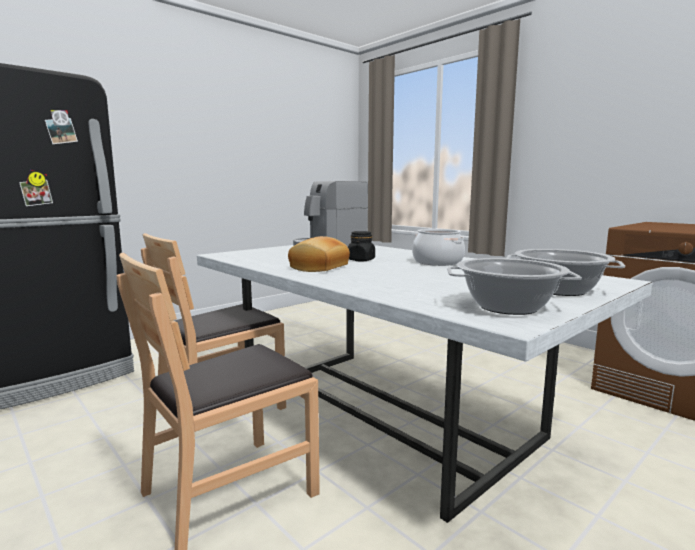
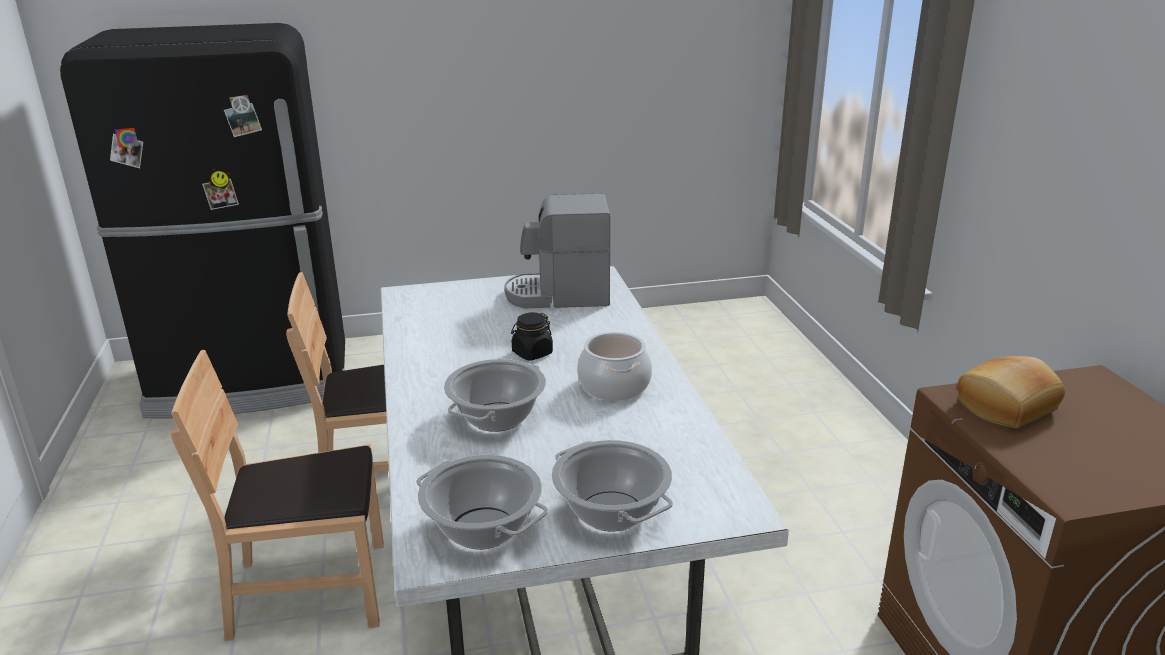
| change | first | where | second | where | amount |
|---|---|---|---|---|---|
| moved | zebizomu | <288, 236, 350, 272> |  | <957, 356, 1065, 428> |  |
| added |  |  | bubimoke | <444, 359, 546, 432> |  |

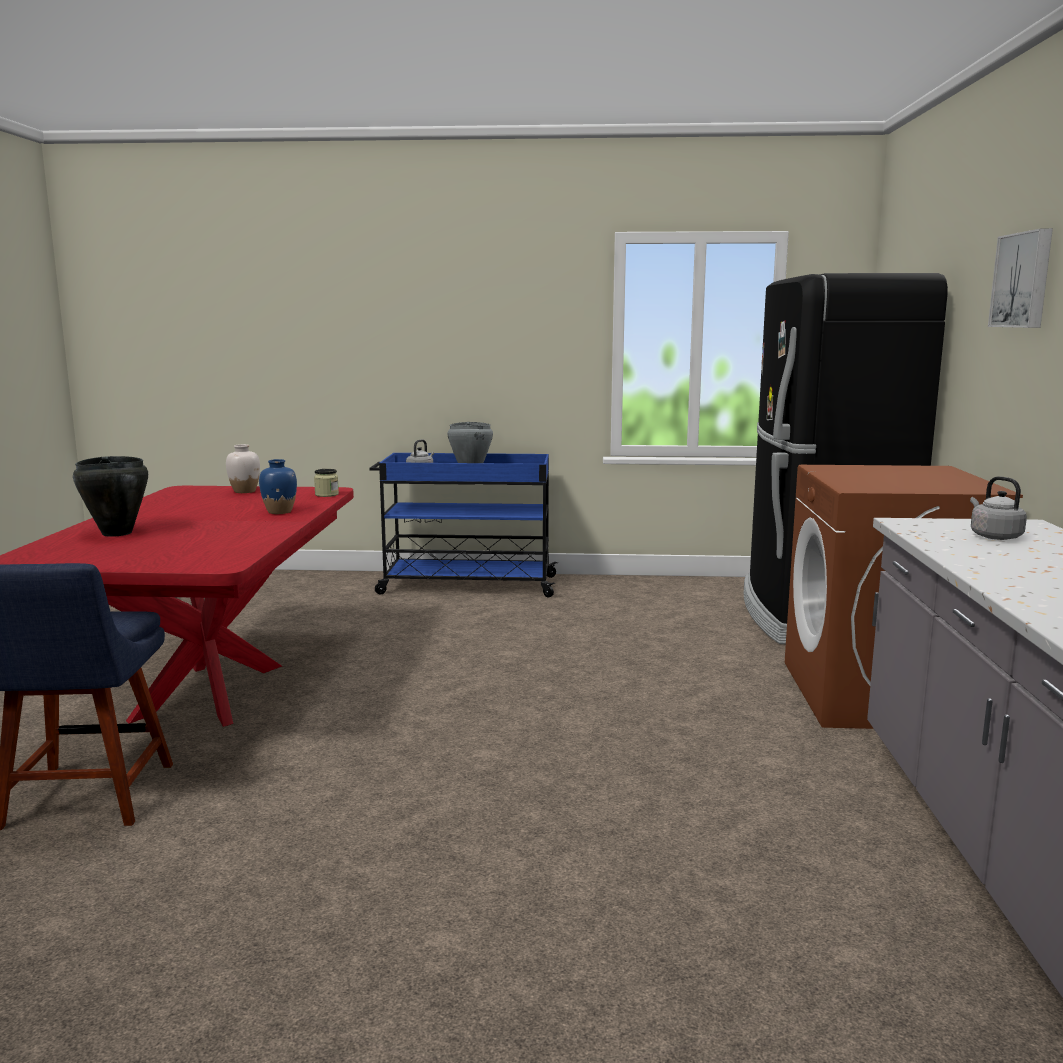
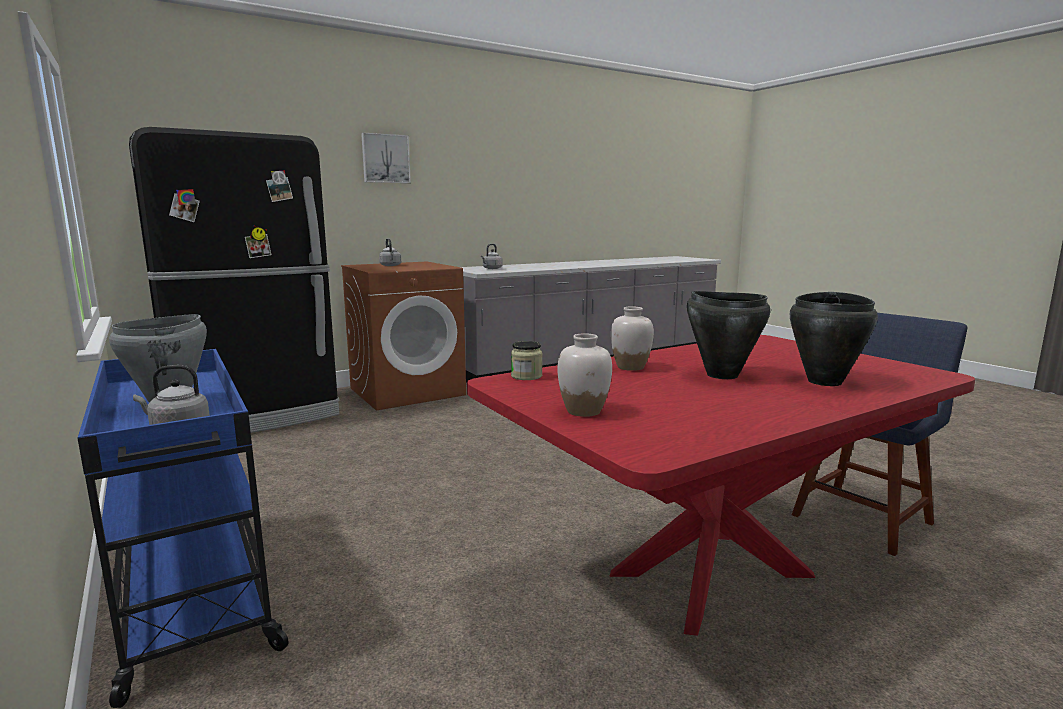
| change | first | where | second | where | amount |
|---|---|---|---|---|---|
| recoloured | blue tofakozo | <259, 459, 297, 514> | white tofakozo | <611, 306, 654, 371> |  |
| added |  |  | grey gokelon | <379, 238, 402, 266> |  |
| added |  |  | black bubimoke | <687, 291, 770, 379> |  |

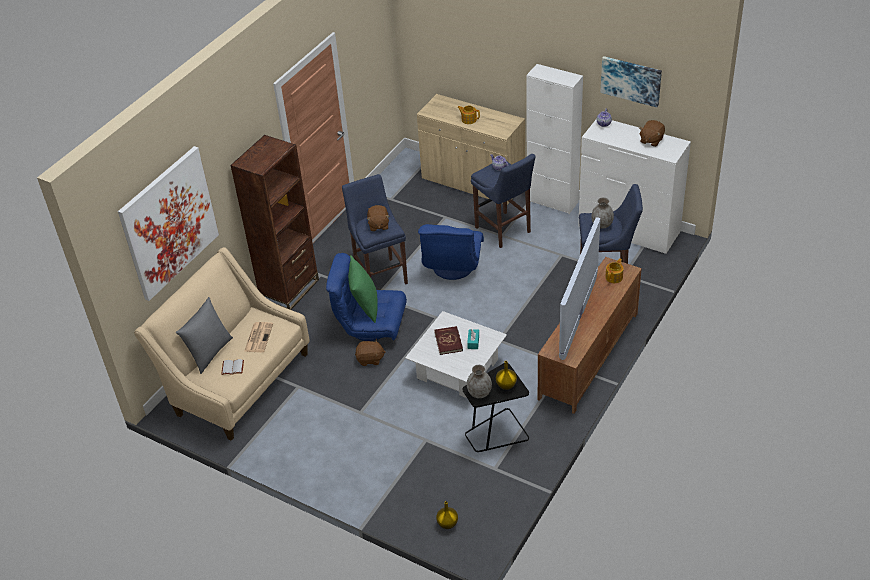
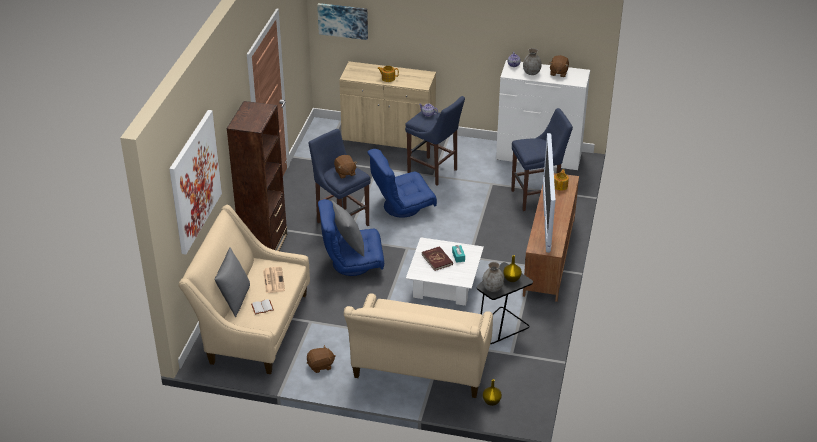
| change | first | where | second | where | amount |
|---|---|---|---|---|---|
| recoloured | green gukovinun | <348, 255, 378, 323> | grey gukovinun | <331, 200, 364, 257> |  |
| moved | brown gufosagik | <355, 339, 386, 366> |  | <307, 345, 336, 373> |  |
| turned | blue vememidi | <418, 224, 484, 280> |  | <367, 149, 437, 218> | 75 degrees clockwise |
| removed | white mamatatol | <526, 64, 583, 214> |  |  |  |
| moved | grey tofakozo | <591, 197, 614, 229> |  | <523, 48, 542, 75> |  |
| moved | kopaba | <601, 56, 662, 107> |  | <317, 3, 368, 40> |  |
| added |  |  | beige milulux | <344, 293, 493, 398> |  |

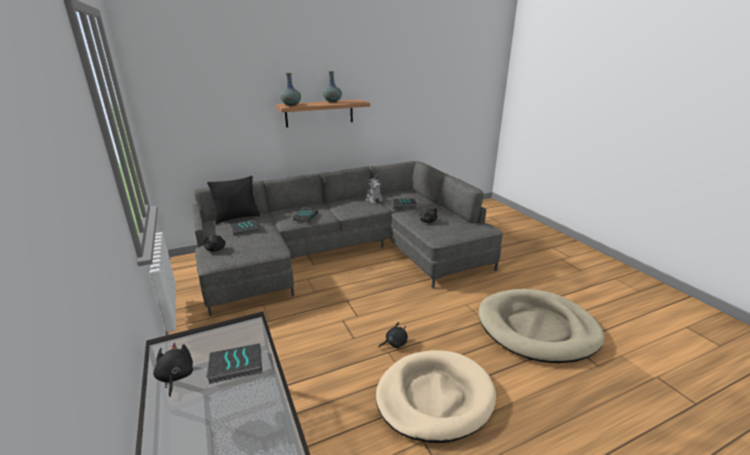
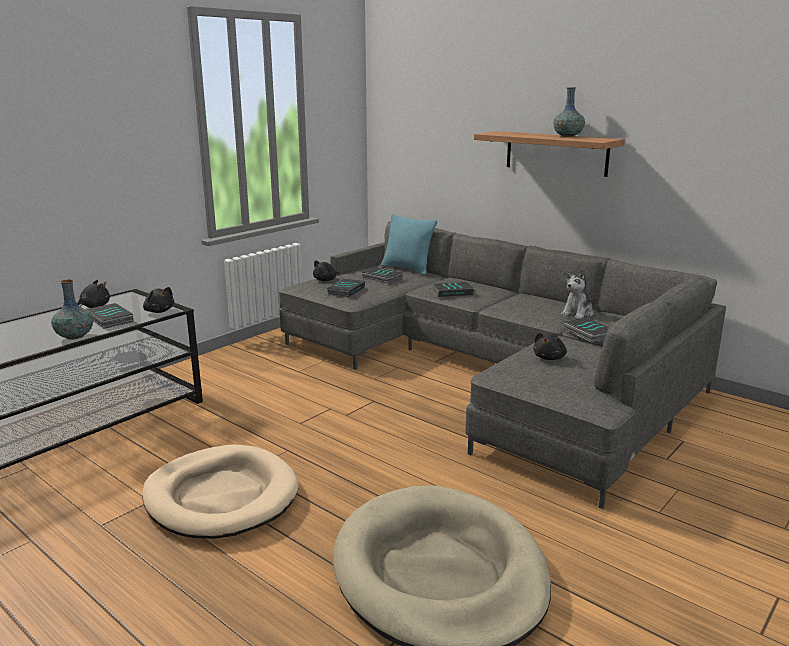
| change | first | where | second | where | amount |
|---|---|---|---|---|---|
| recoloured | black gukovinun | <207, 176, 260, 224> | turquoise gukovinun | <381, 214, 437, 275> |  |
| moved | tofakozo | <281, 73, 301, 106> |  | <51, 280, 93, 340> |  |
| moved | black gufosagik | <379, 322, 408, 348> |  | <143, 287, 174, 313> |  |
| added |  |  | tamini | <327, 278, 365, 298> |  |

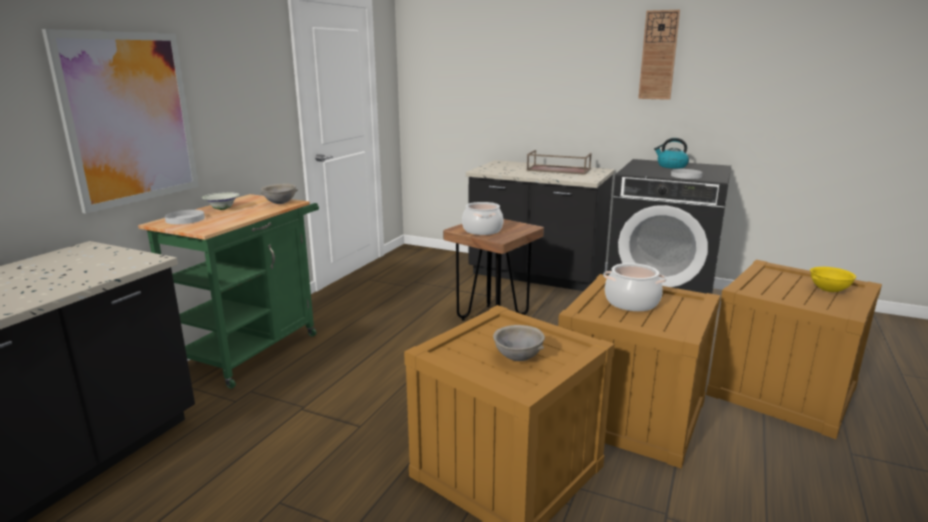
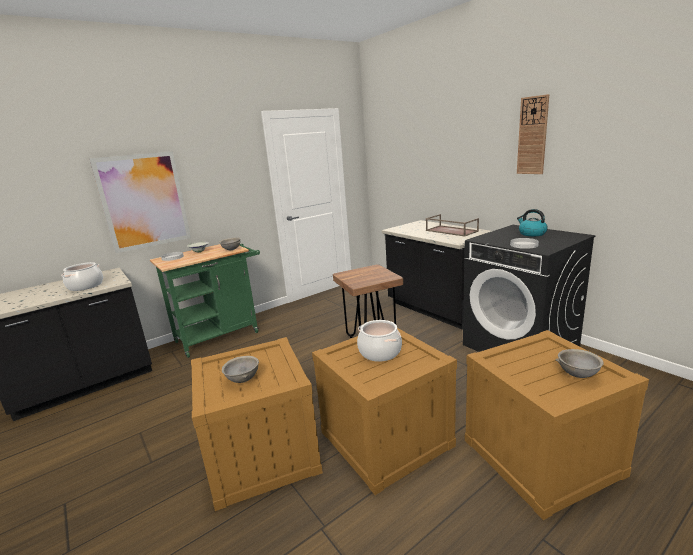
| change | first | where | second | where | amount |
|---|---|---|---|---|---|
| moved | bubimoke | <462, 202, 503, 235> |  | <61, 262, 103, 291> |  |
| recoloured | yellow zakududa | <810, 267, 856, 292> | grey zakududa | <556, 349, 604, 378> |  |

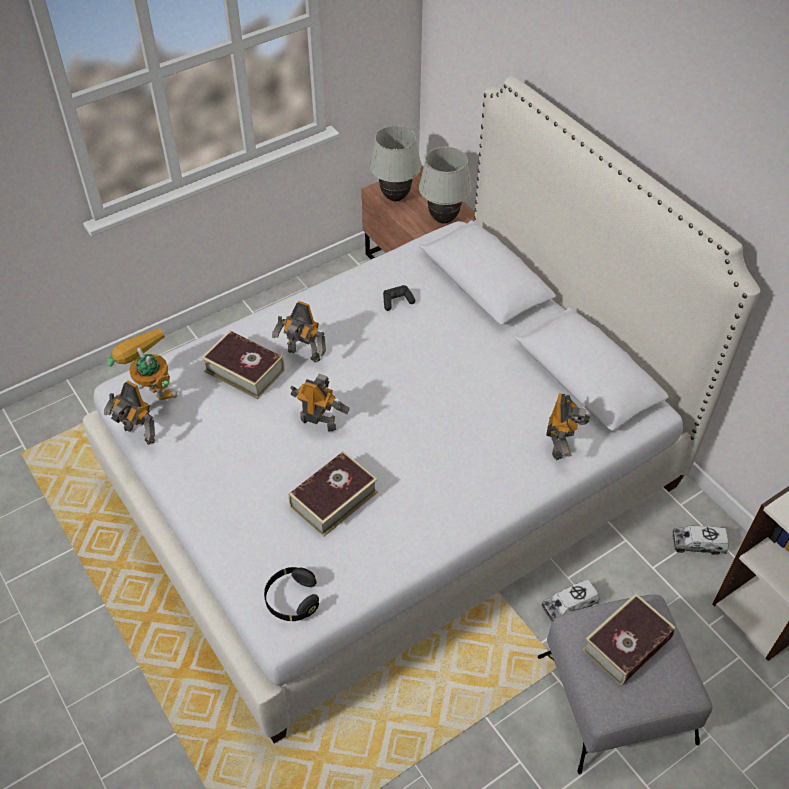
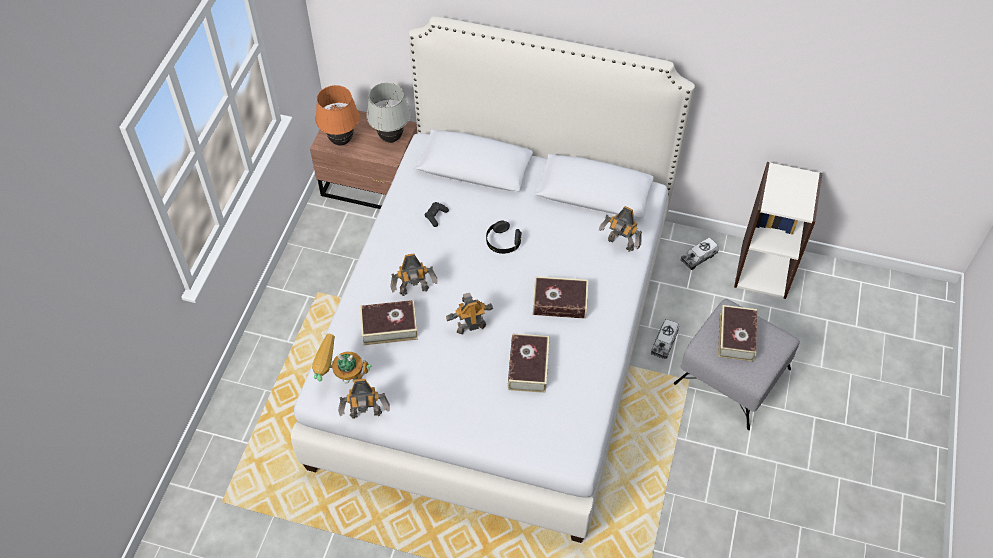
| change | first | where | second | where | amount |
|---|---|---|---|---|---|
| moved | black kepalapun | <264, 567, 319, 621> |  | <486, 220, 521, 254> |  |
| recoloured | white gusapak | <370, 125, 421, 202> | orange gusapak | <315, 85, 360, 146> |  |
| turned | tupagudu | <546, 394, 590, 460> |  | <599, 206, 642, 252> | 150 degrees clockwise |
| added |  |  | tamini | <533, 276, 588, 319> |  |

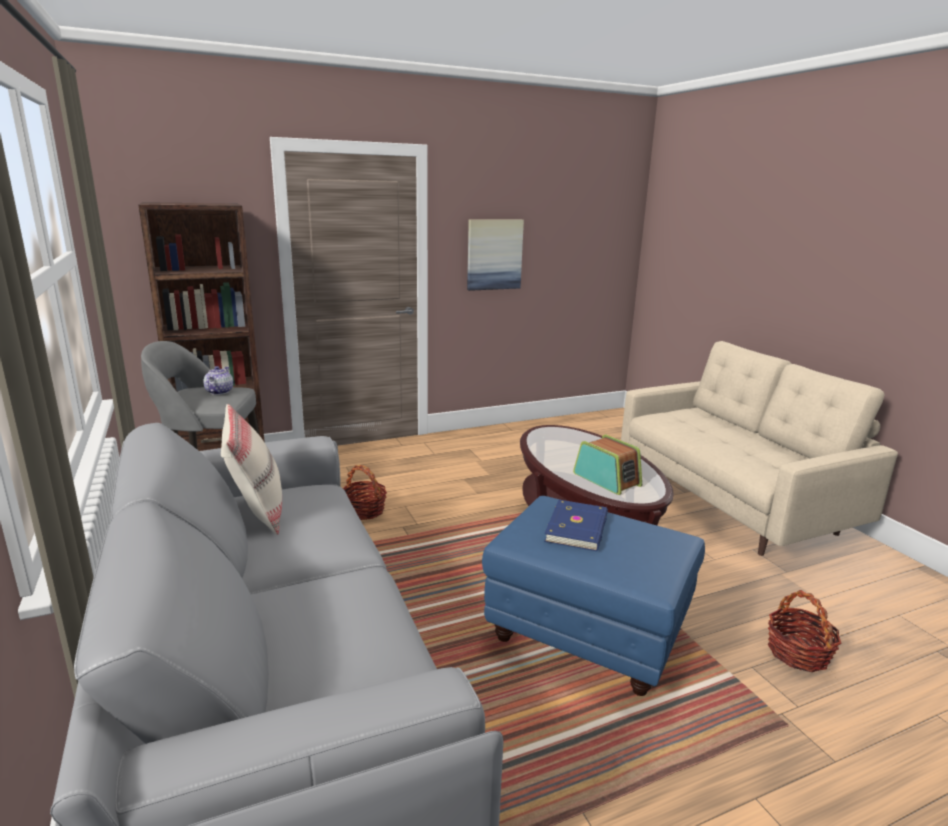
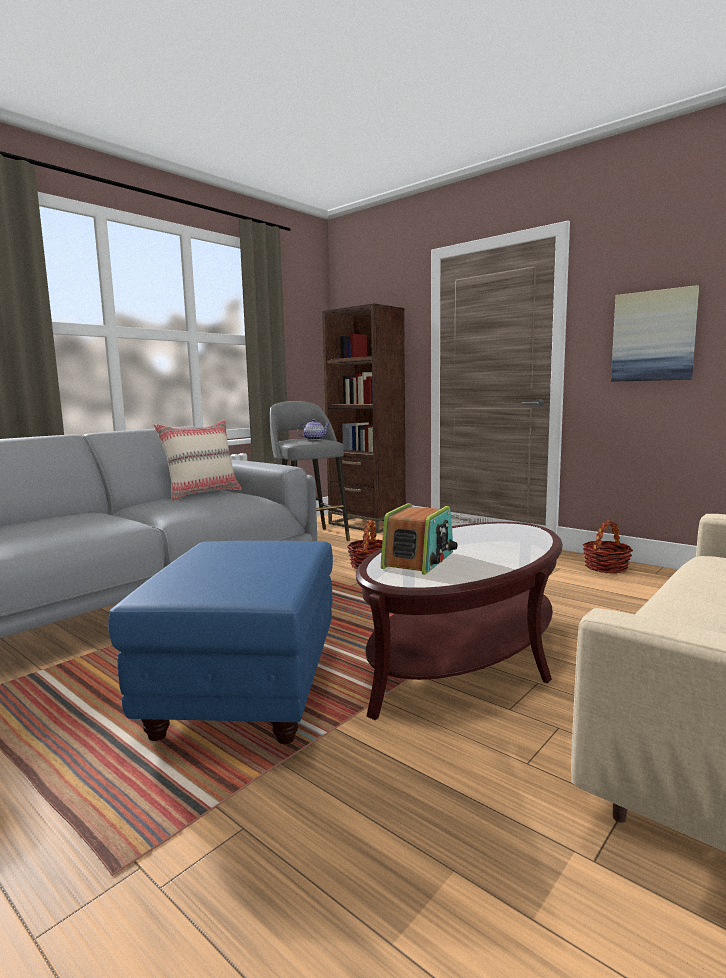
| change | first | where | second | where | amount |
|---|---|---|---|---|---|
| removed | blue tamini | <544, 500, 608, 551> |  |  |  |
| moved | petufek | <768, 590, 841, 672> |  | <583, 520, 633, 573> |  |

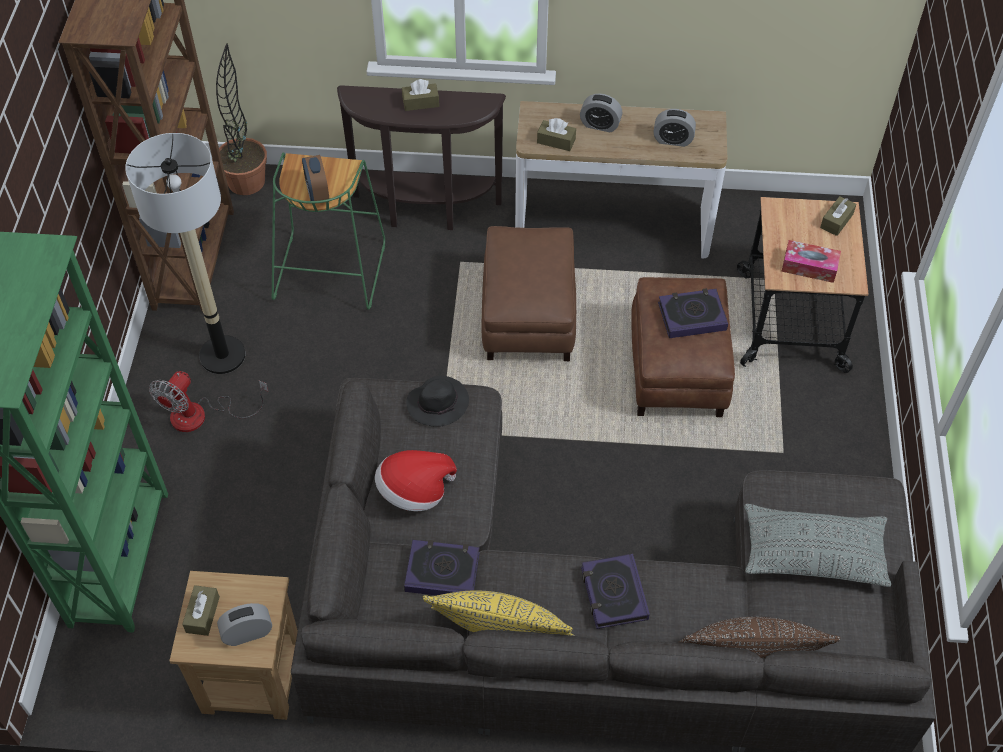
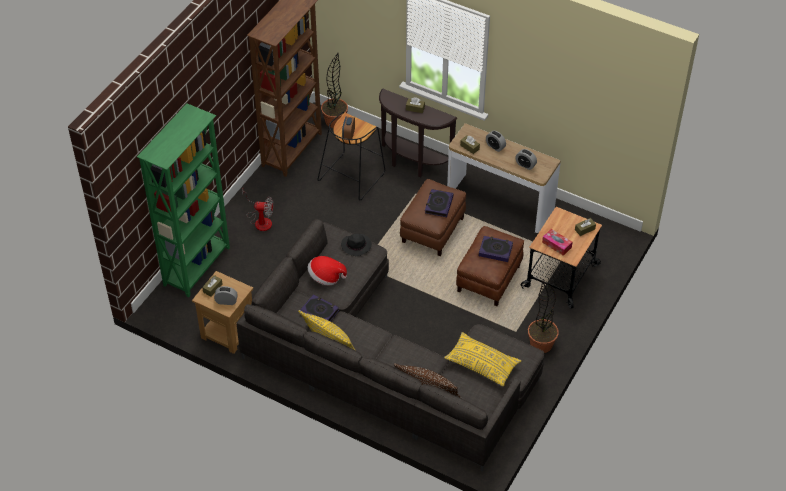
| change | first | where | second | where | amount |
|---|---|---|---|---|---|
| removed | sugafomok | <125, 133, 245, 374> |  |  |  |
| turned | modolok | <149, 371, 268, 432> |  | <242, 189, 273, 231> | 135 degrees counterclockwise |
| recoloured | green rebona | <272, 152, 385, 310> | black rebona | <317, 112, 385, 200> |  |
| moved | tamini | <581, 554, 650, 629> |  | <425, 189, 453, 217> |  |
| recoloured | grey gukovinun | <744, 504, 891, 587> | yellow gukovinun | <444, 332, 521, 386> |  |
| added |  |  | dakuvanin | <528, 281, 559, 353> |  |

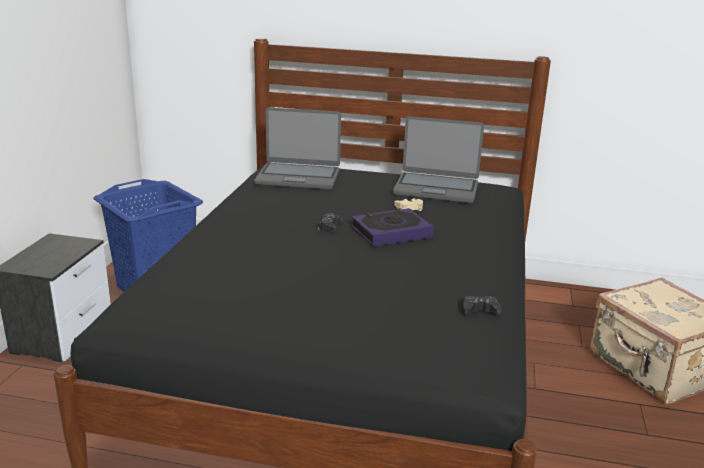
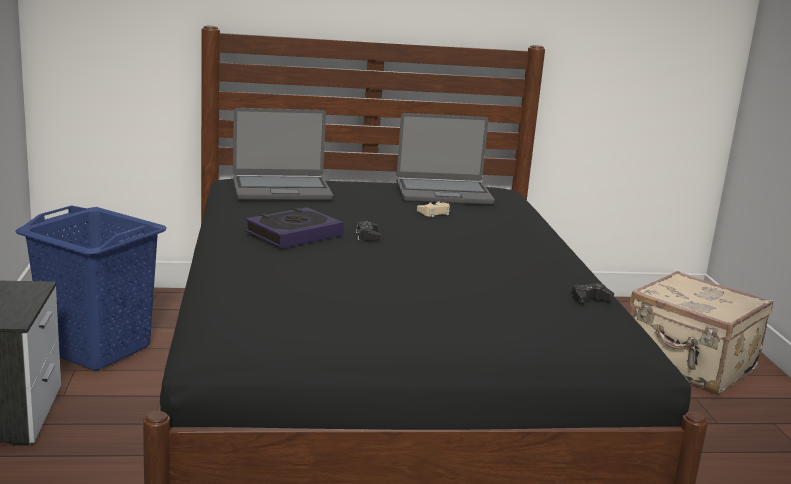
| change | first | where | second | where | amount |
|---|---|---|---|---|---|
| moved | tamini | <351, 208, 434, 247> |  | <245, 207, 344, 249> |  |

